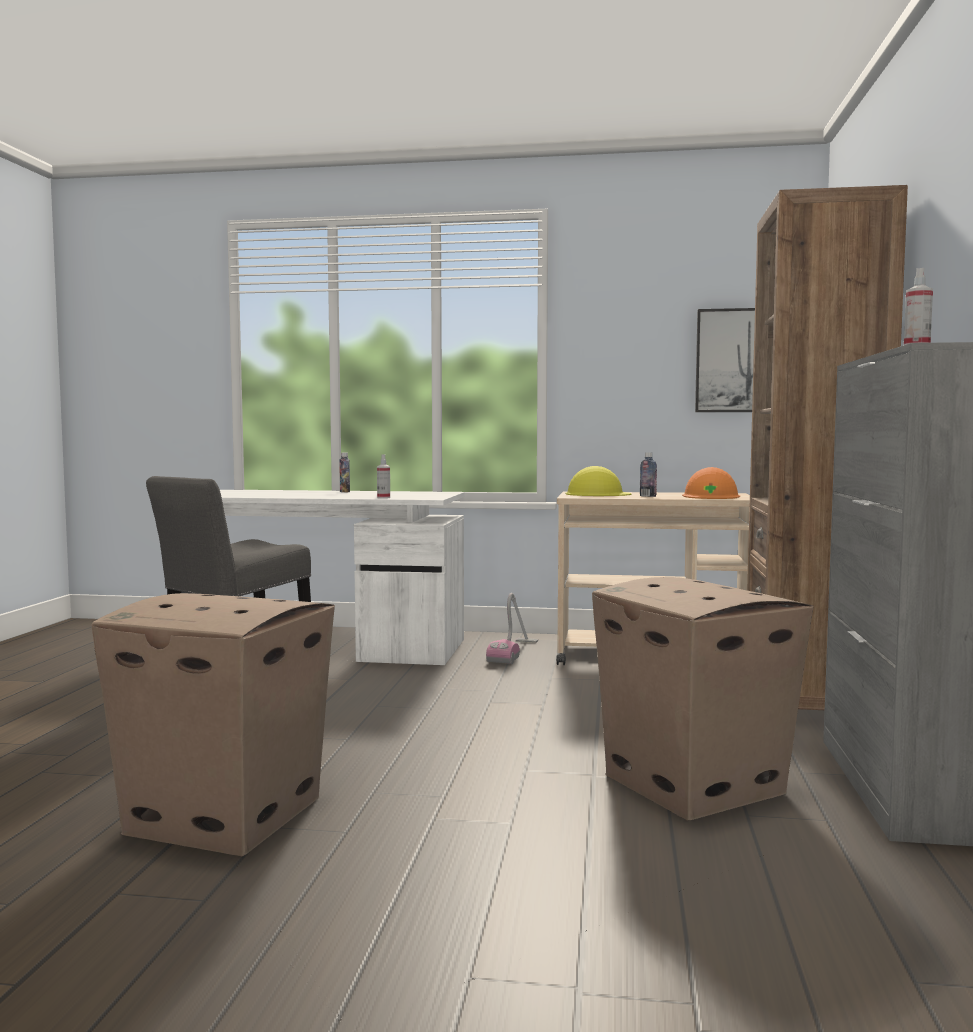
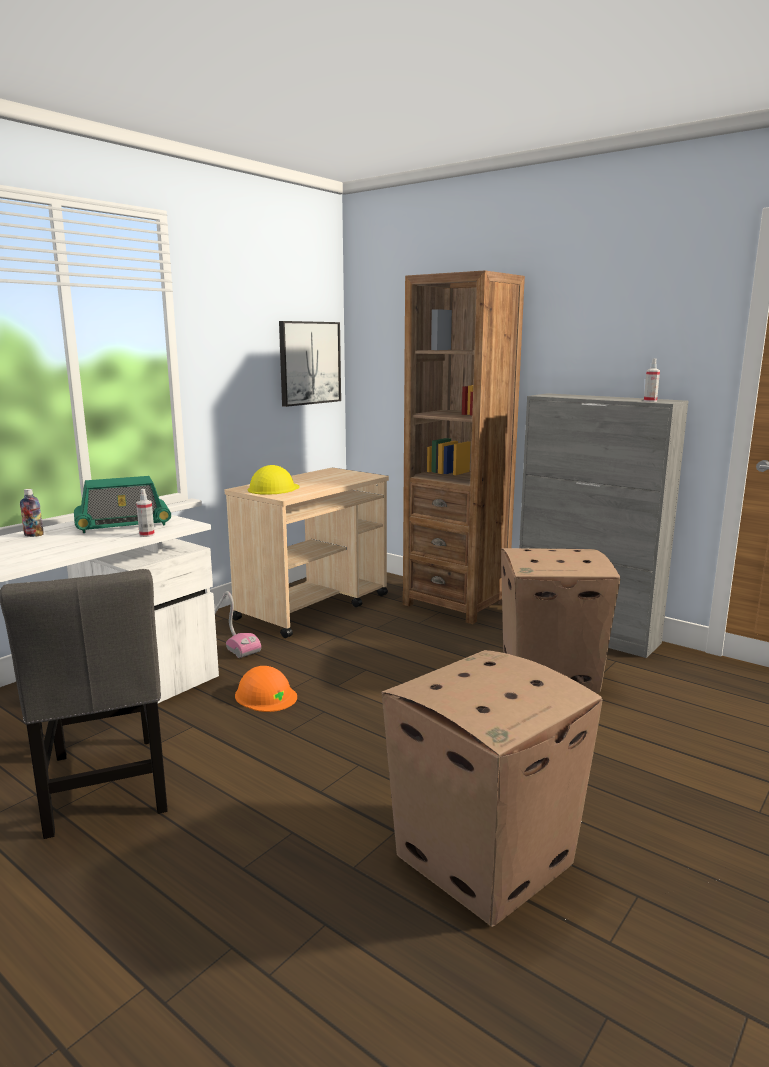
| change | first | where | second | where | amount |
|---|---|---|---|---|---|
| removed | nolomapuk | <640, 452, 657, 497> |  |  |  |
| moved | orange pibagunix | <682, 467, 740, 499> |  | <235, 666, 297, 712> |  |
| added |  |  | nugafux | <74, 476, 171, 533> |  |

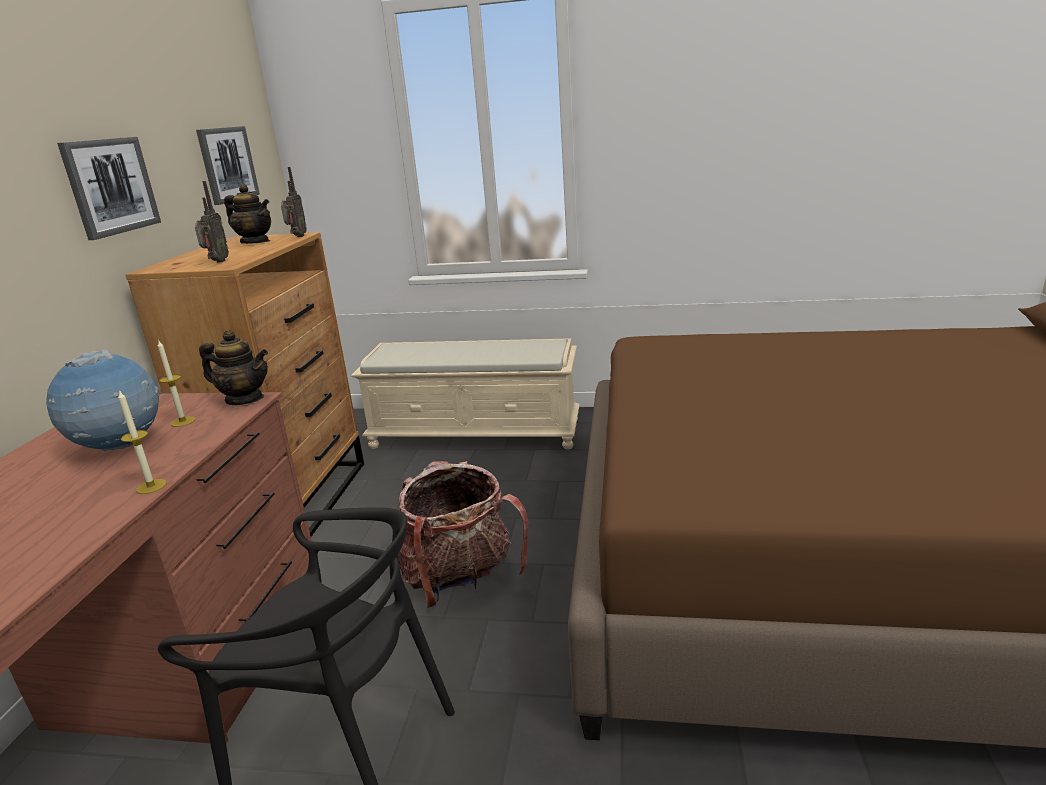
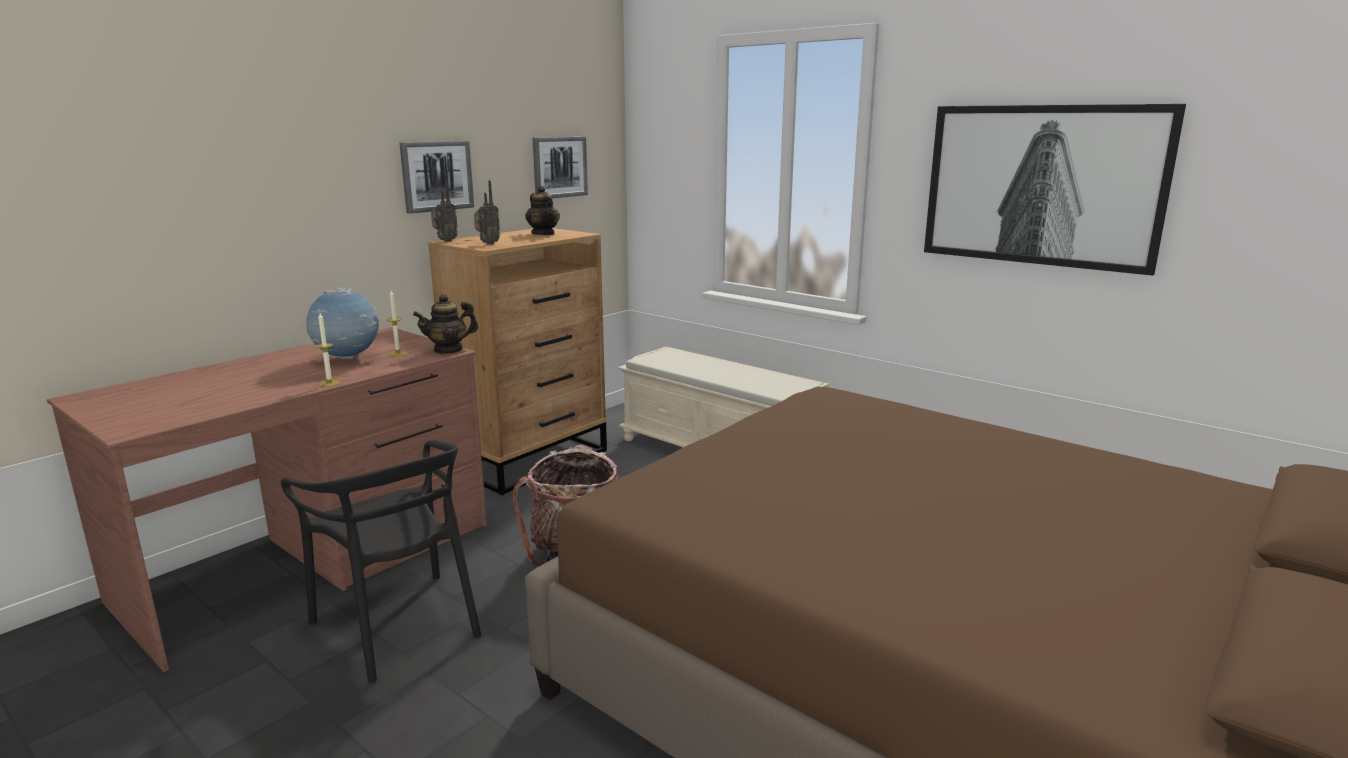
| change | first | where | second | where | amount |
|---|---|---|---|---|---|
| turned | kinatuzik | <199, 330, 268, 405> |  | <413, 294, 478, 354> | 105 degrees clockwise |
| moved | nugafux | <281, 167, 307, 237> |  | <431, 179, 458, 242> |  |
| added |  |  | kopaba | <924, 104, 1186, 276> |  |

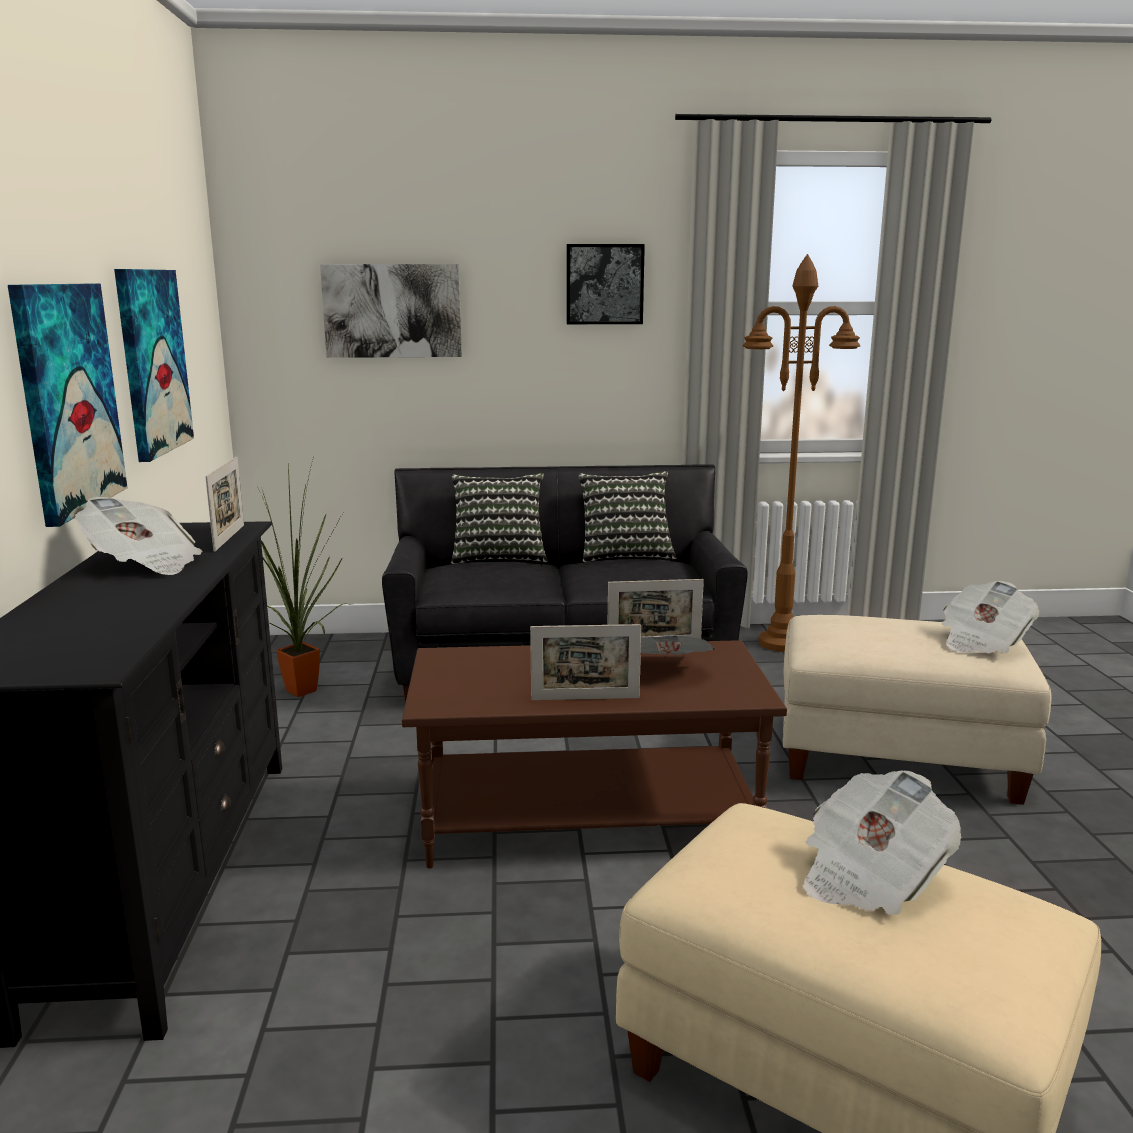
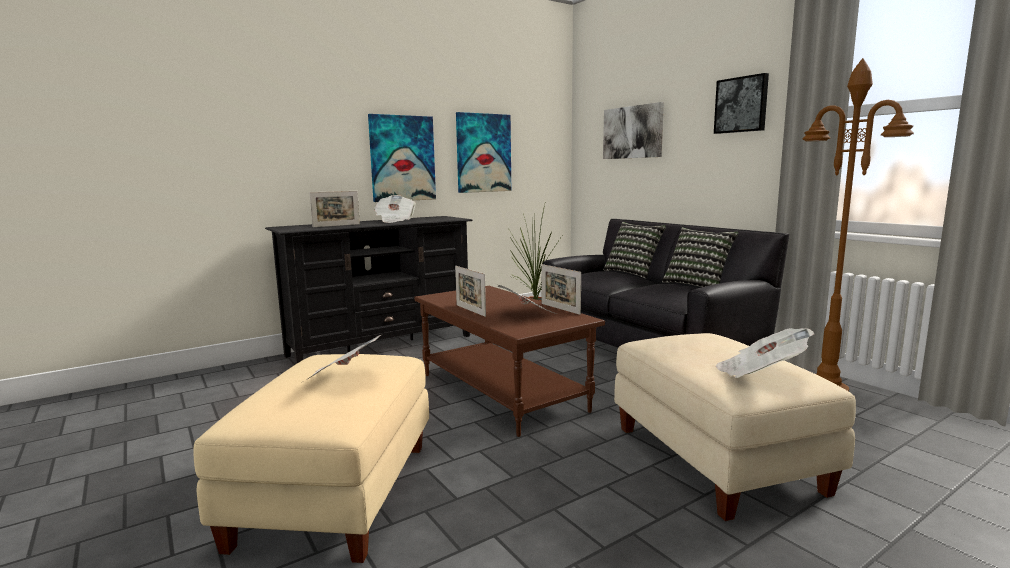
| change | first | where | second | where | amount |
|---|---|---|---|---|---|
| moved | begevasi | <205, 457, 244, 552> |  | <309, 191, 360, 227> |  |

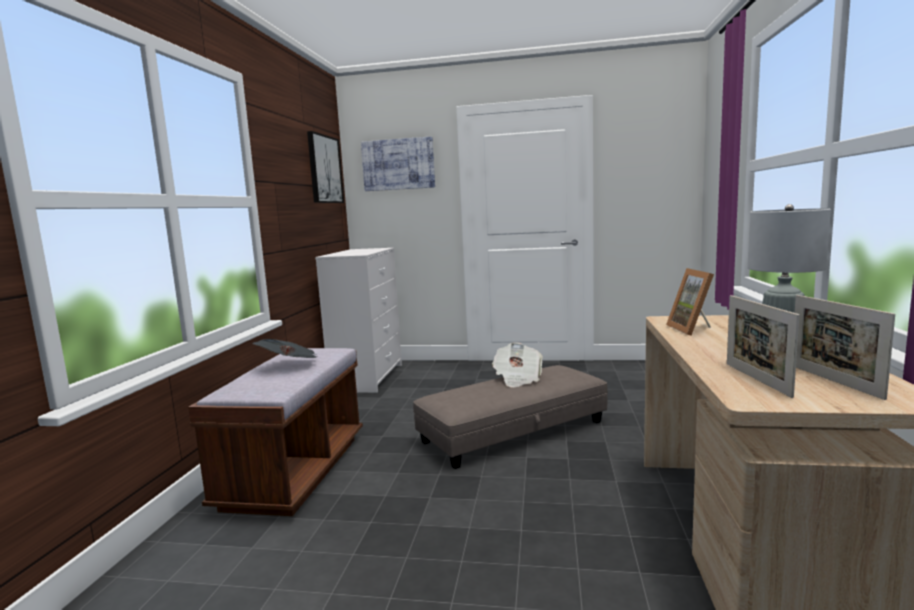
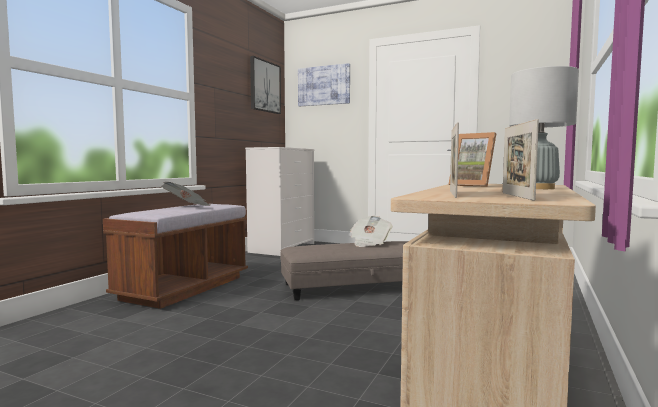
| change | first | where | second | where | amount |
|---|---|---|---|---|---|
| turned | begevasi | <666, 268, 714, 335> |  | <449, 132, 496, 187> | 60 degrees counterclockwise |

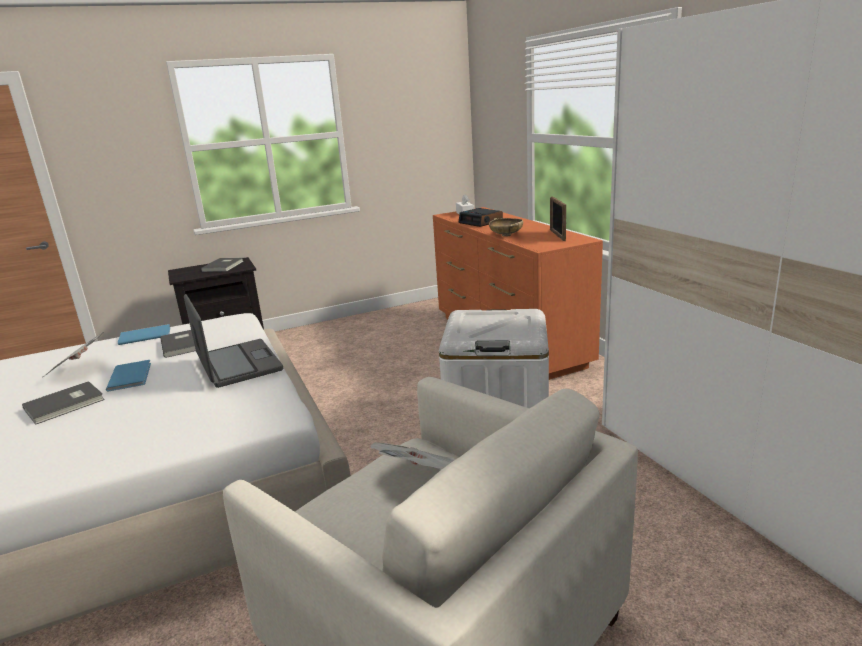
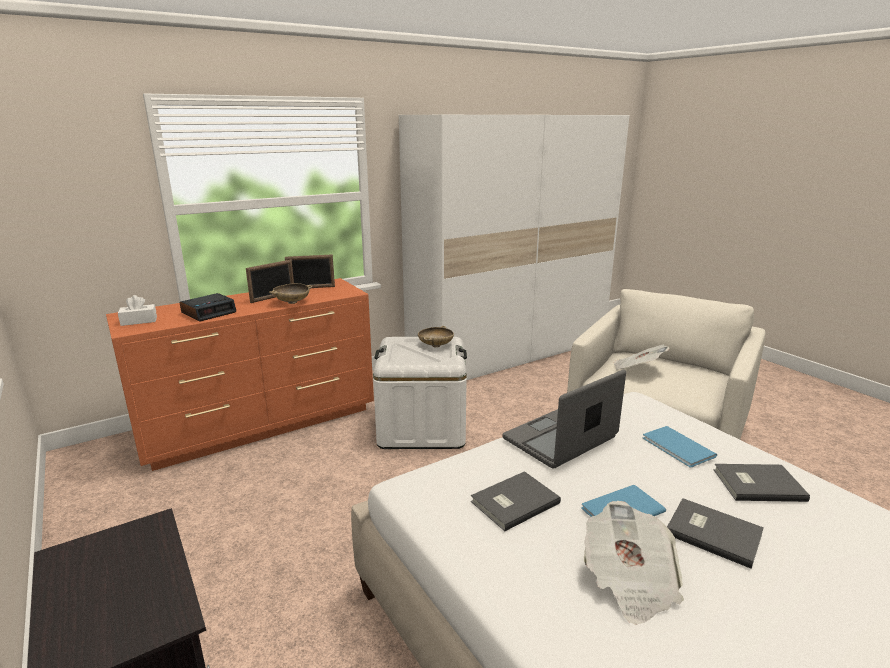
| change | first | where | second | where | amount |
|---|---|---|---|---|---|
| moved | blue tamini | <118, 324, 171, 345> |  | <643, 426, 717, 467> |  |
| moved | grey tamini | <201, 258, 244, 272> |  | <714, 464, 810, 502> |  |
| added |  |  | begevasi | <246, 260, 294, 303> |  |
| added |  |  | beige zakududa | <418, 326, 454, 347> |  |

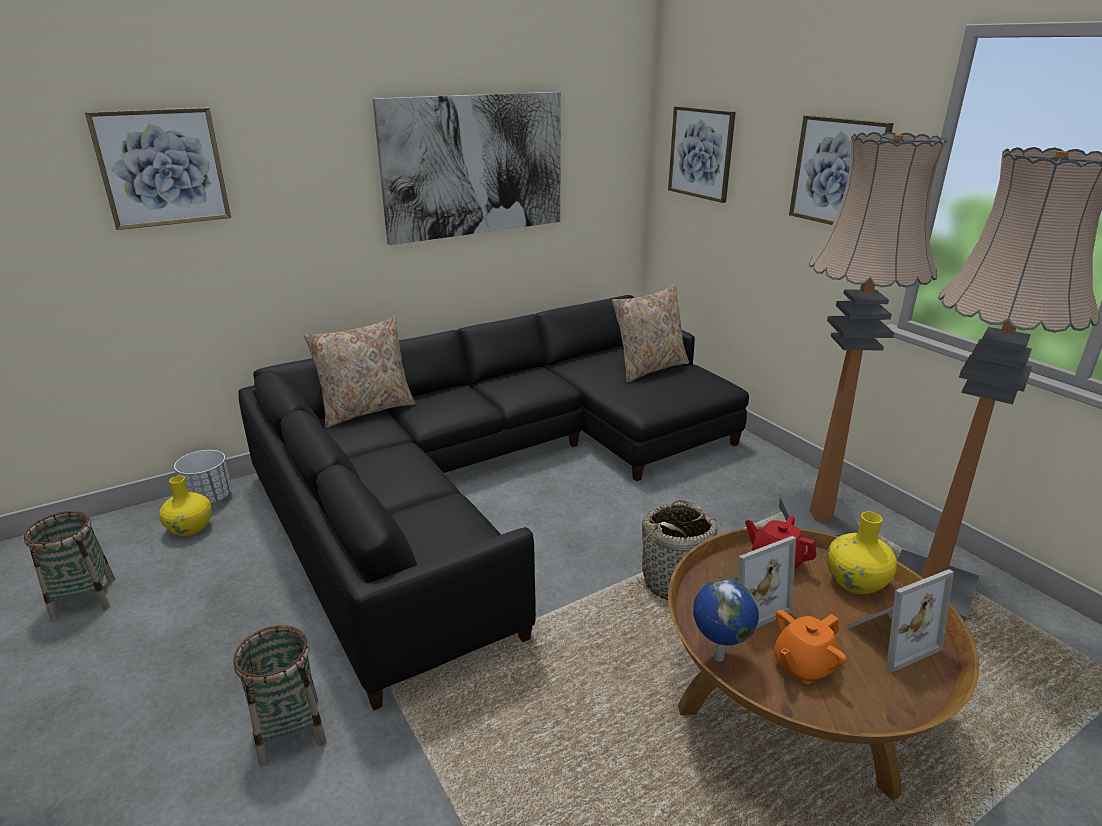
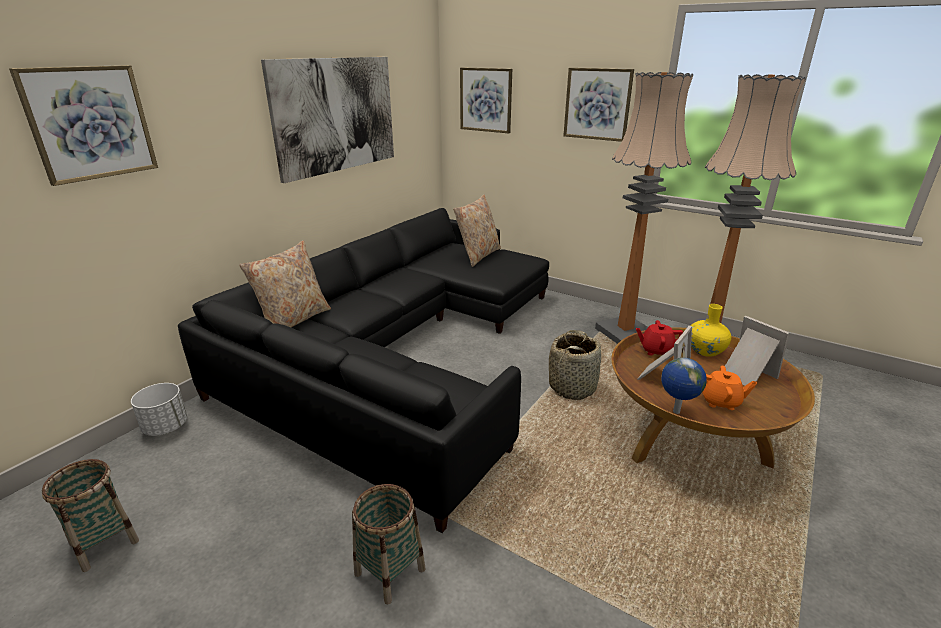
| change | first | where | second | where | amount |
|---|---|---|---|---|---|
| removed | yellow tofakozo | <159, 476, 212, 536> |  |  |  |
| turned | orange kinatuzik | <774, 610, 847, 684> |  | <702, 366, 757, 410> | 105 degrees counterclockwise |
| turned | begevasi | <846, 569, 954, 673> |  | <725, 316, 789, 385> | 75 degrees counterclockwise |

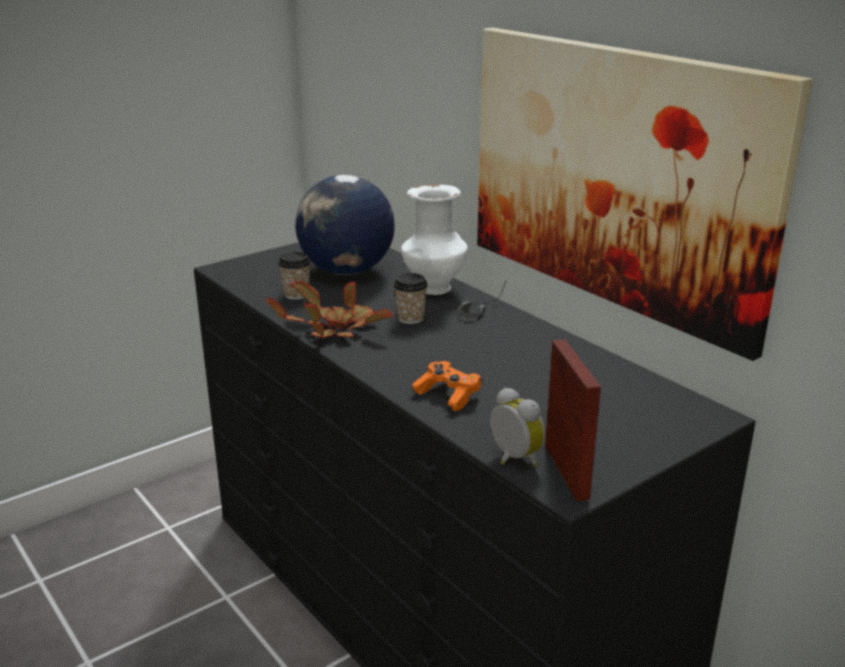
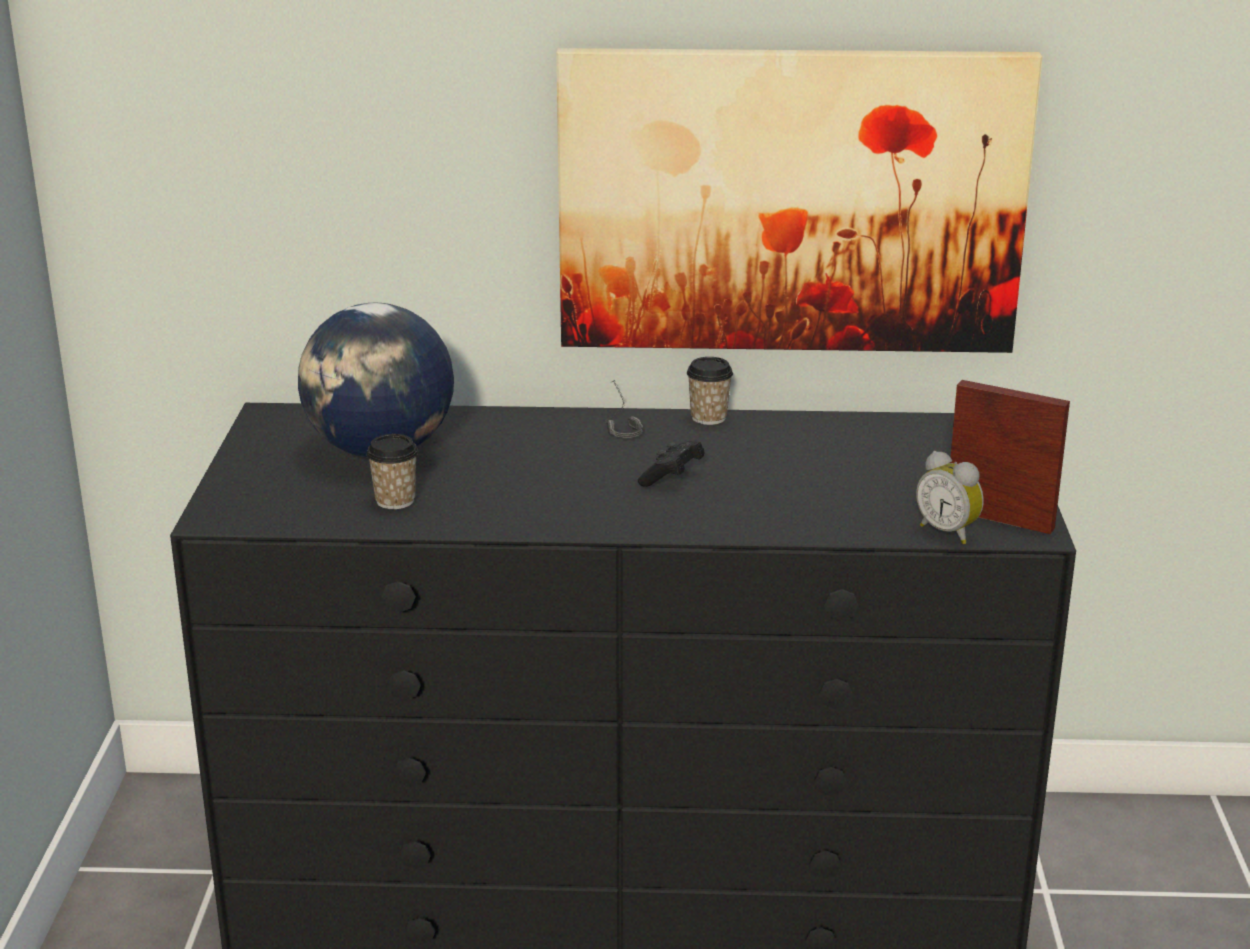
| change | first | where | second | where | amount |
|---|---|---|---|---|---|
| removed | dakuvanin | <266, 280, 393, 338> |  |  |  |
| moved | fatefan | <393, 273, 428, 324> |  | <687, 357, 733, 425> |  |
| removed | white tofakozo | <401, 184, 468, 295> |  |  |  |
| removed | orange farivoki | <412, 361, 482, 411> |  |  |  |
| turned | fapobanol | <490, 387, 545, 467> |  | <916, 451, 984, 544> | 135 degrees counterclockwise |
| added |  |  | black farivoki | <638, 440, 705, 487> |  |

